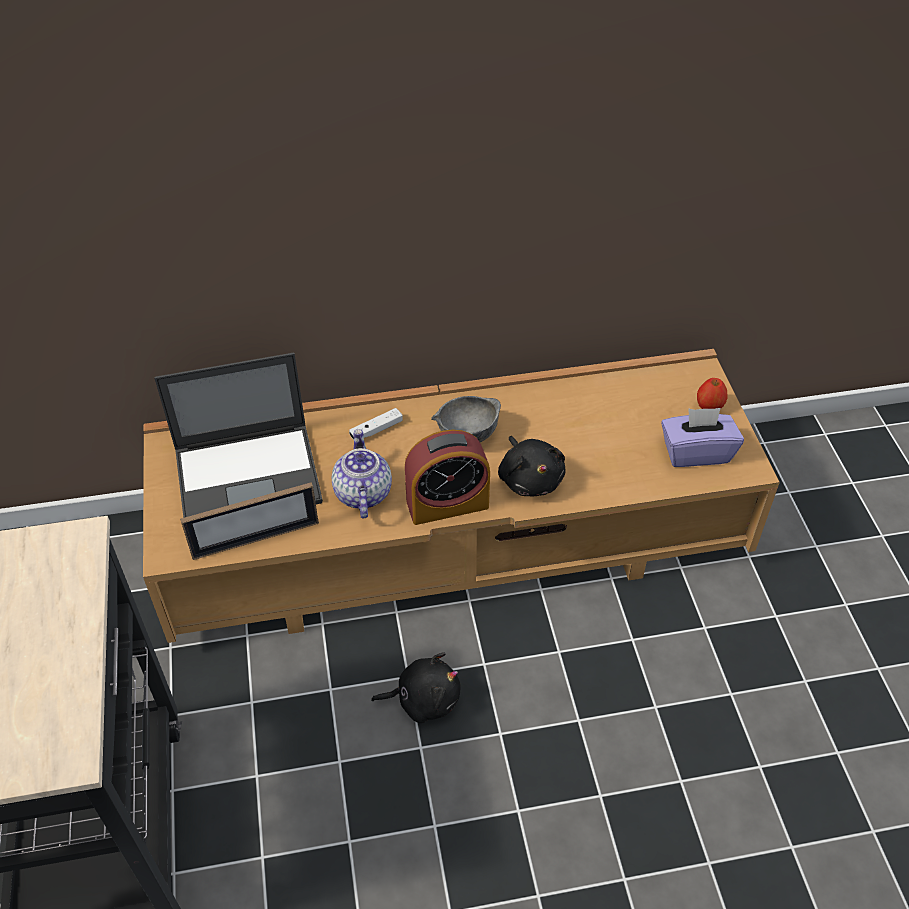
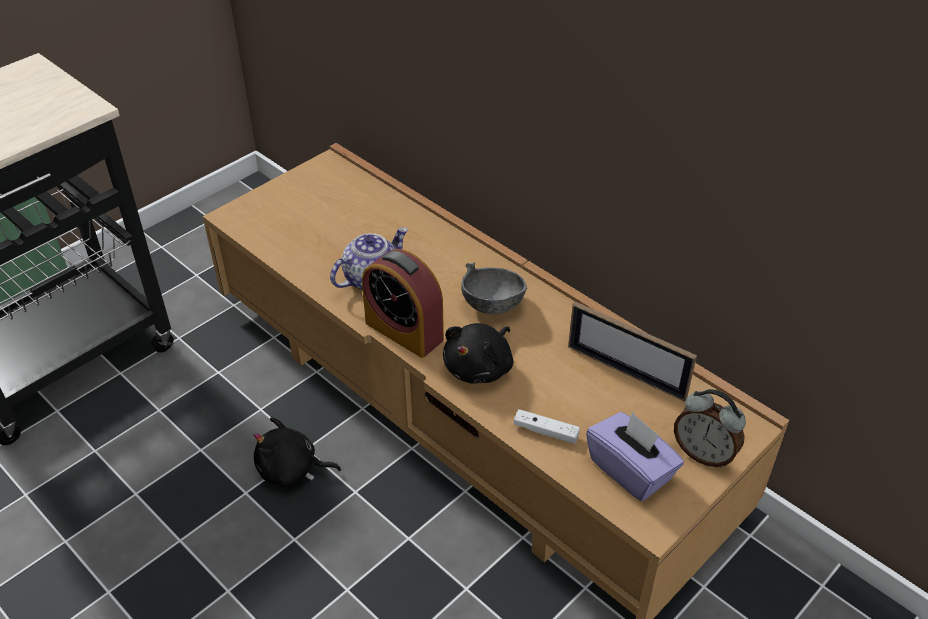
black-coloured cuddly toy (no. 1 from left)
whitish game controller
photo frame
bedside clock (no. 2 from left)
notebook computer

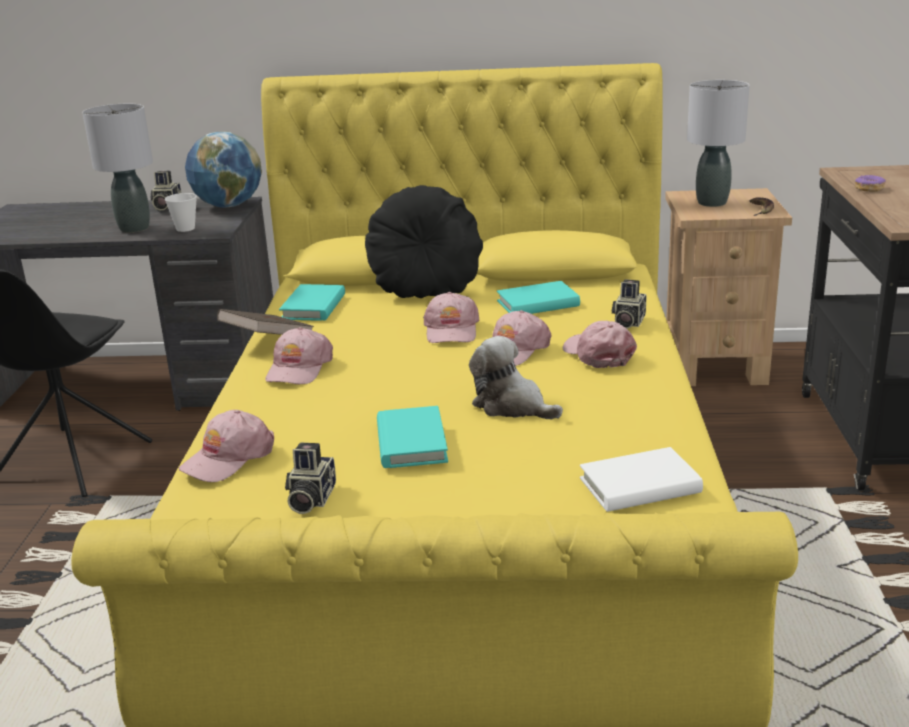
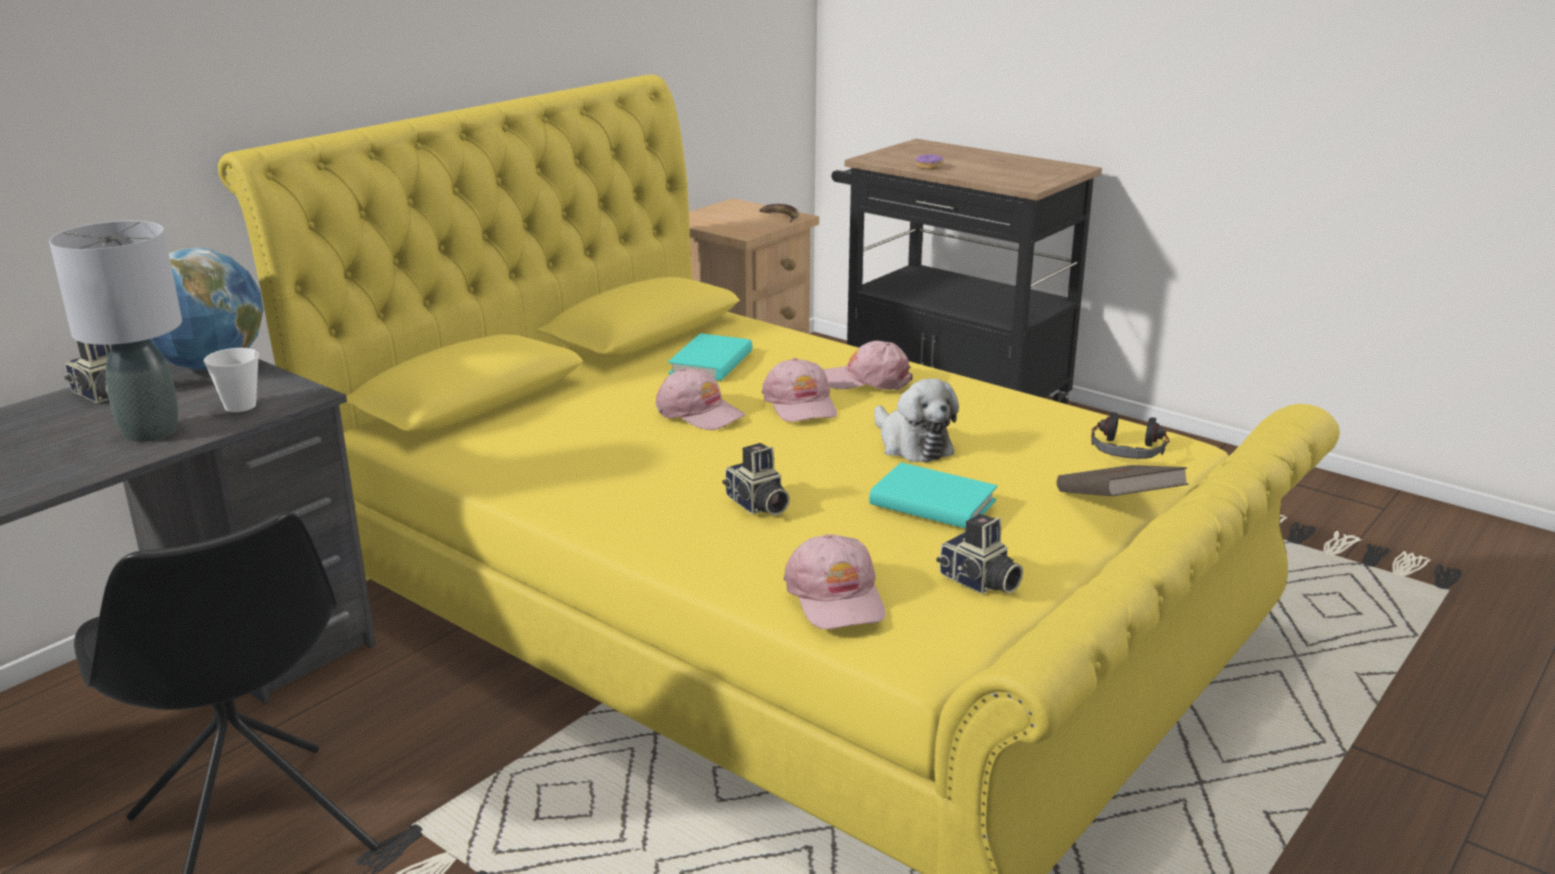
still camera (no. 2 from left)
cuddly toy
brown-coloured book
headphones
pink peaked cap (no. 2 from left in the first image)
turquoise-coloured book (no. 1 from left in the first image)
black-coloured throw pillow
grey table lamp (no. 2 from left in the first image)

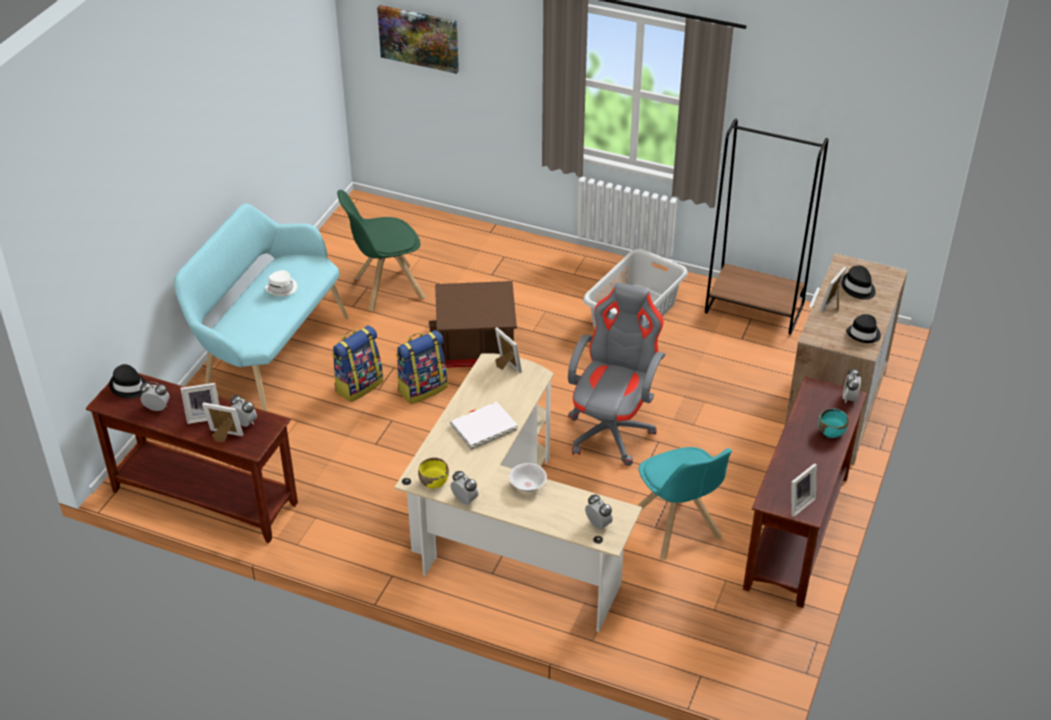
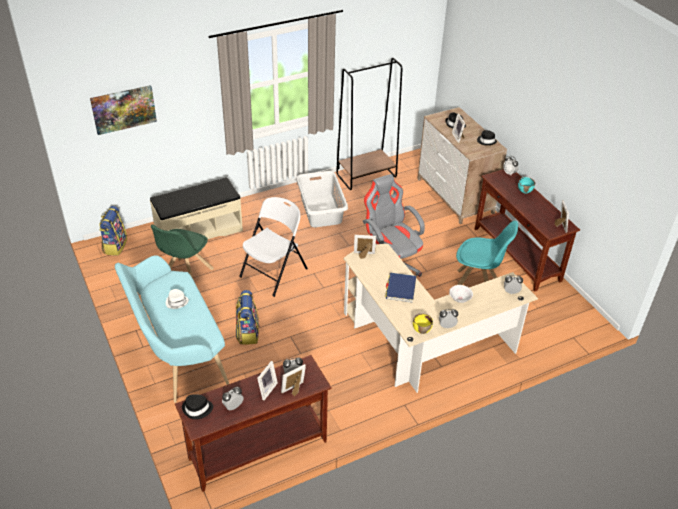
rucksack (no. 1 from left)
beige indoor bench
whitish plain chair
blue-coloured book

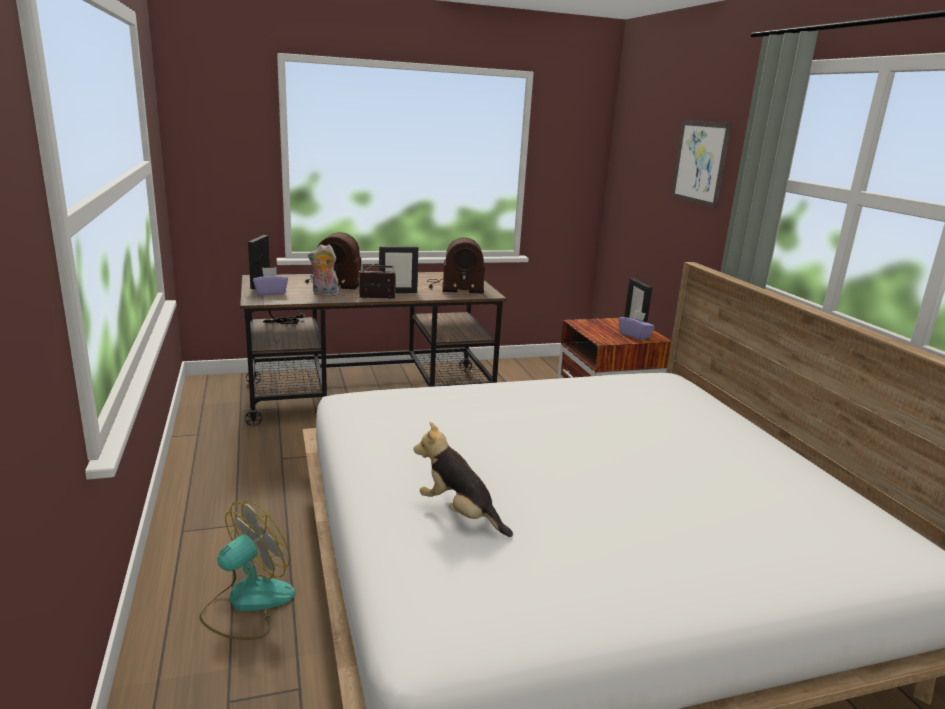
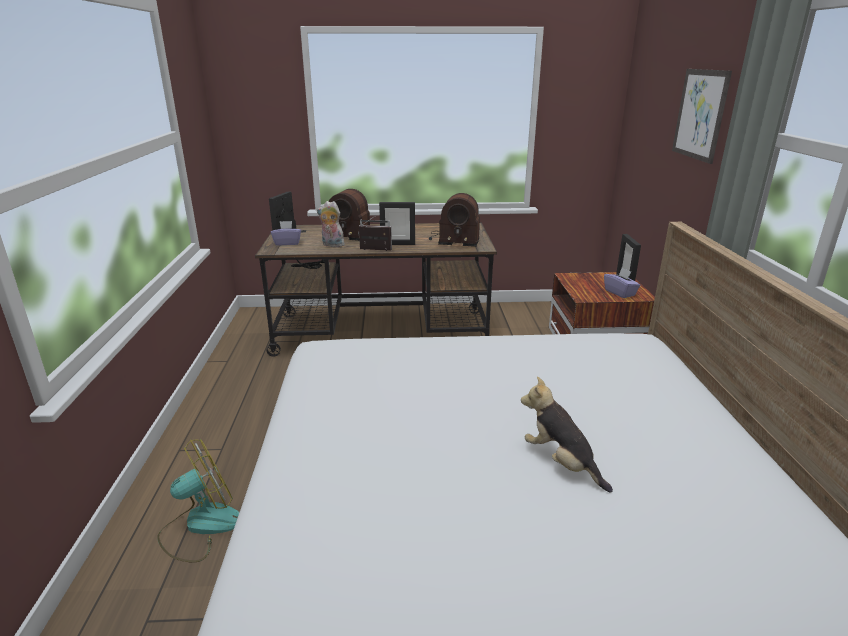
cuddly toy (no. 2 from left)

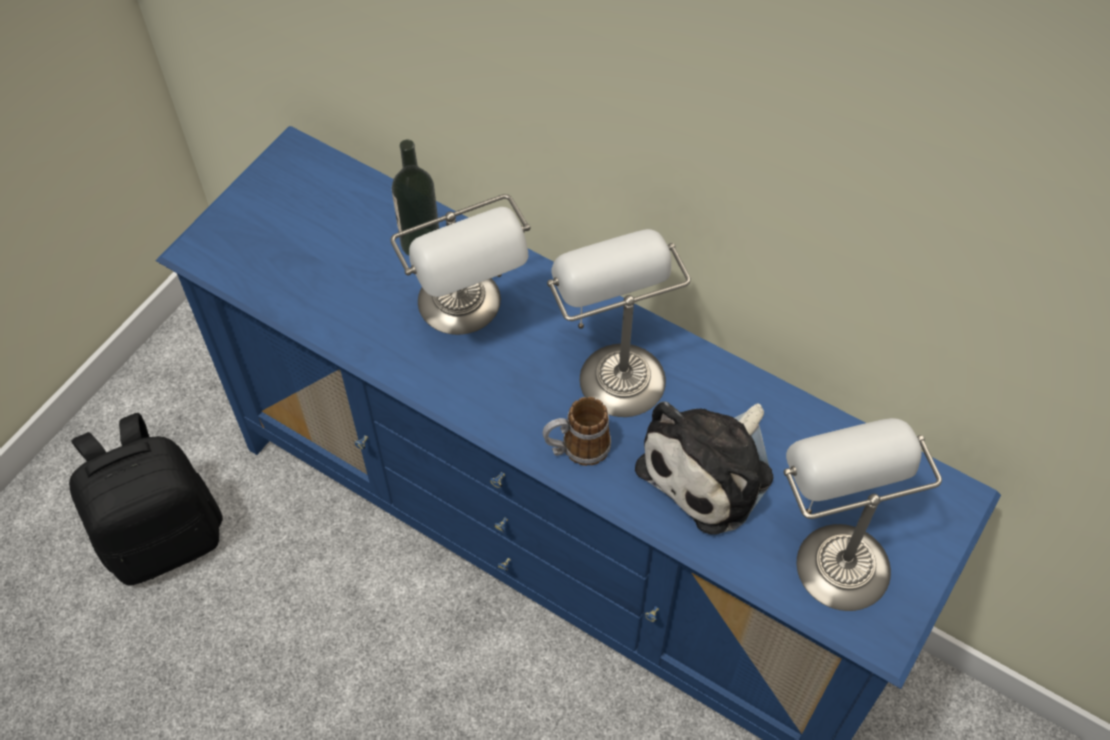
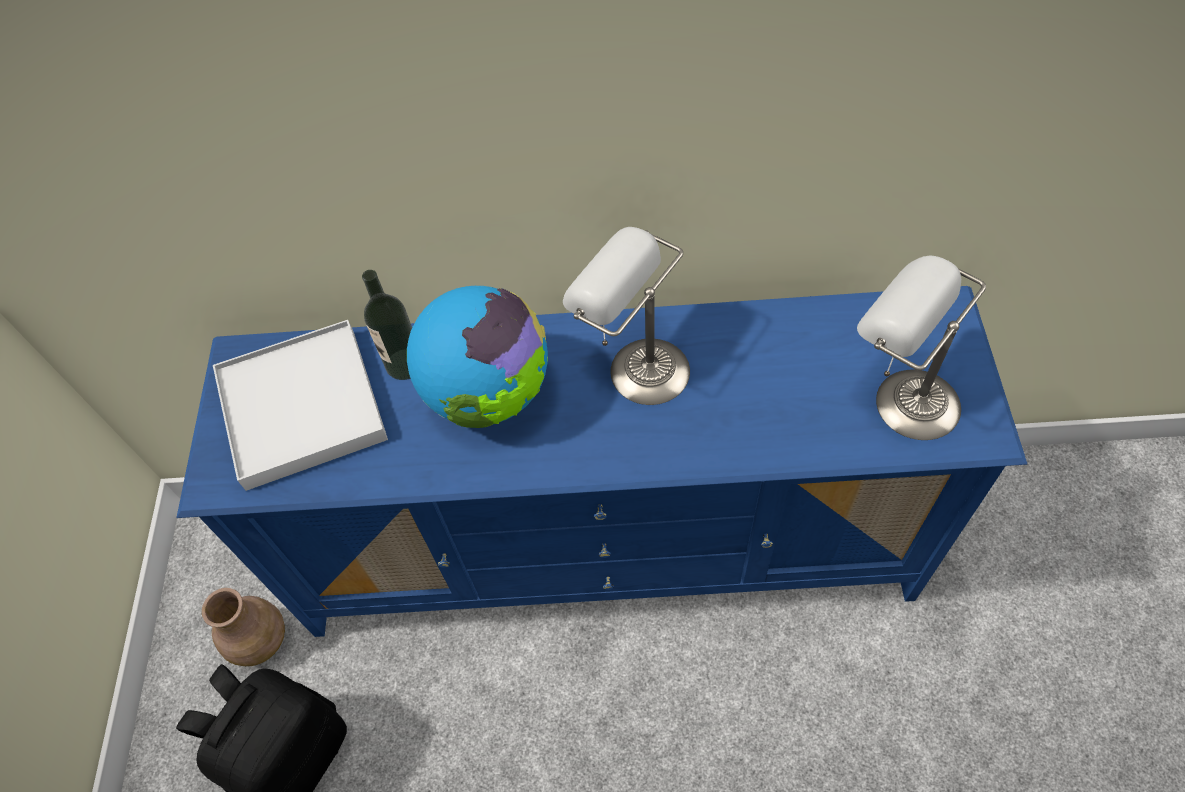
brown-coloured flower vase
whitish tray
desk globe
coffee mug
cuddly toy

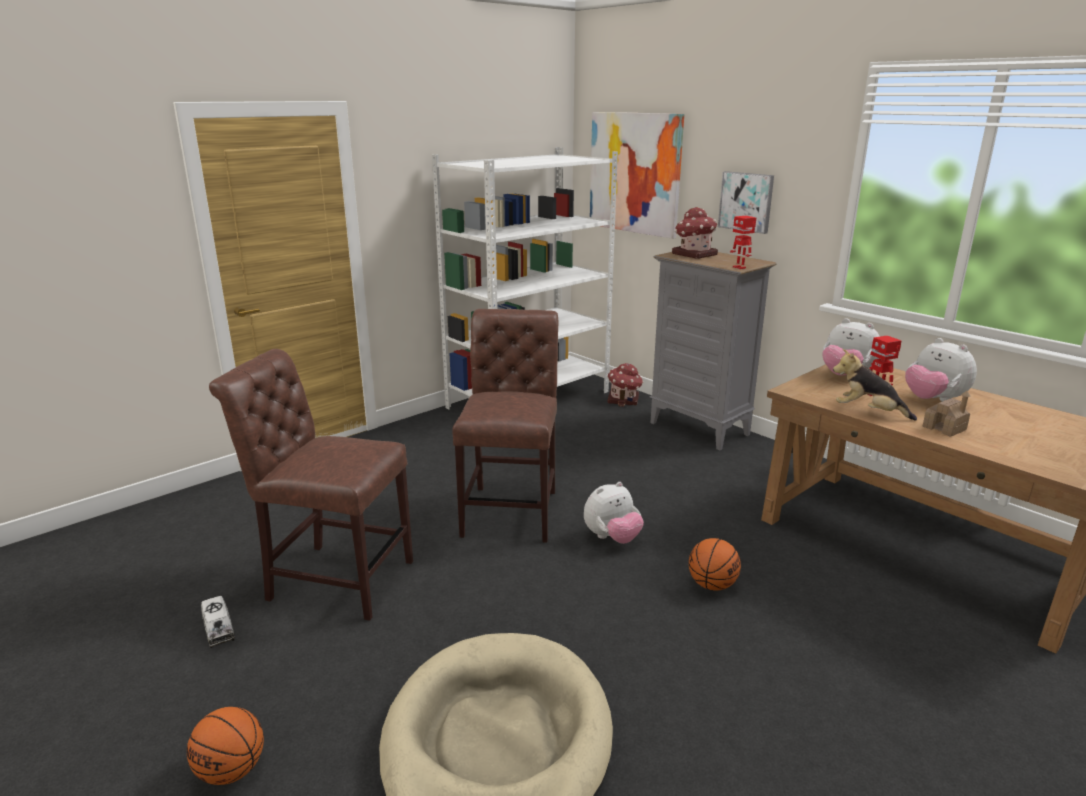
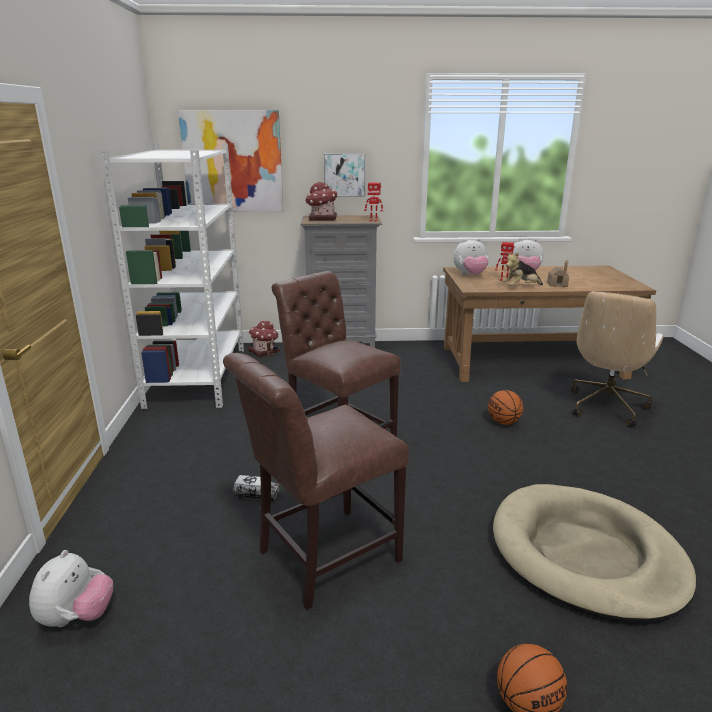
cuddly toy (no. 1 from left)
model truck
whitish desk chair

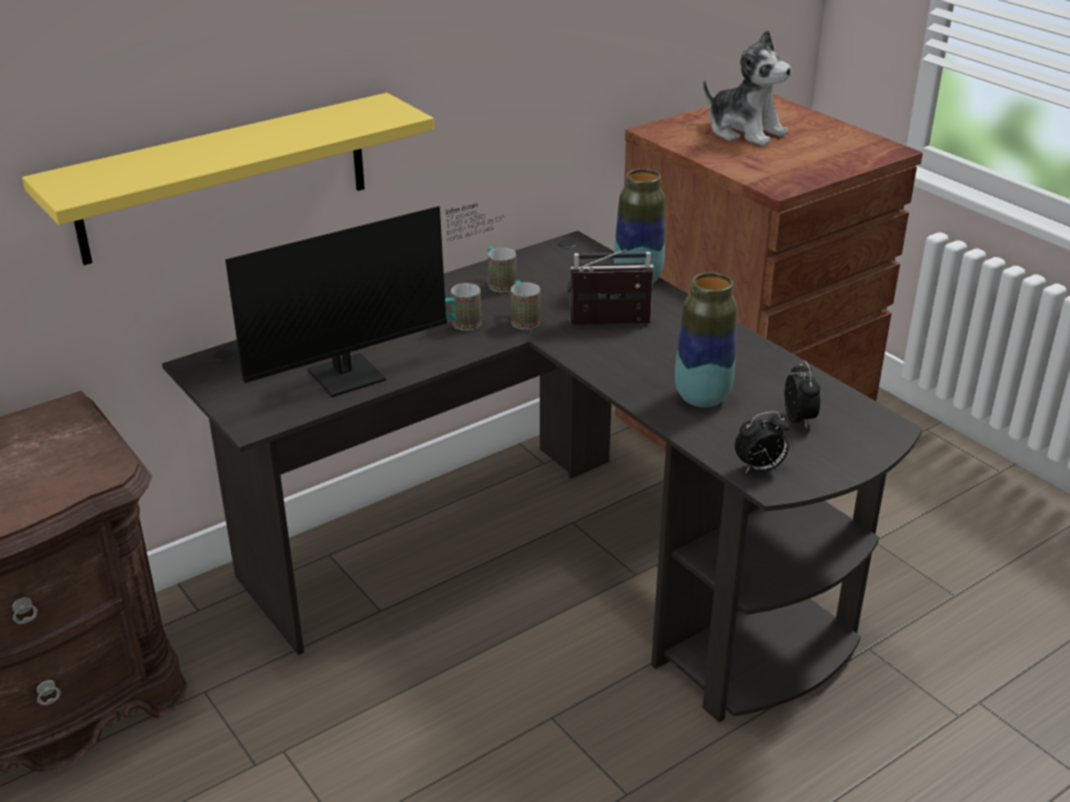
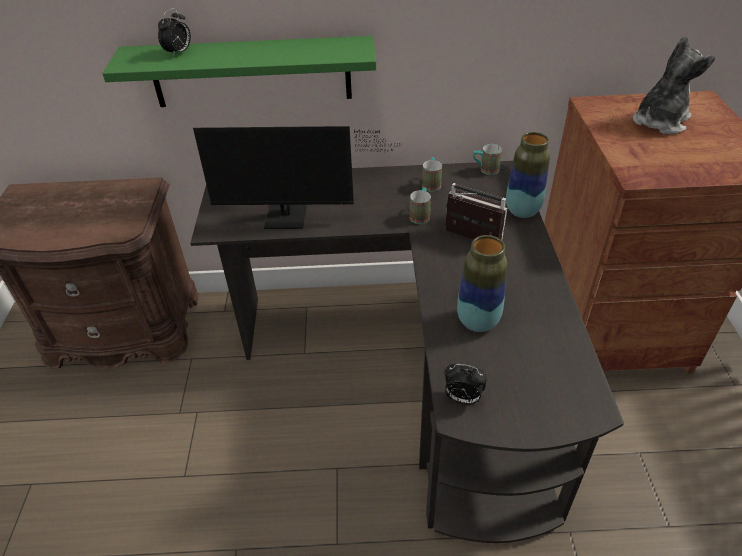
green wall shelf
bedside clock (no. 1 from left)
coffee mug (no. 3 from left)
cuddly toy

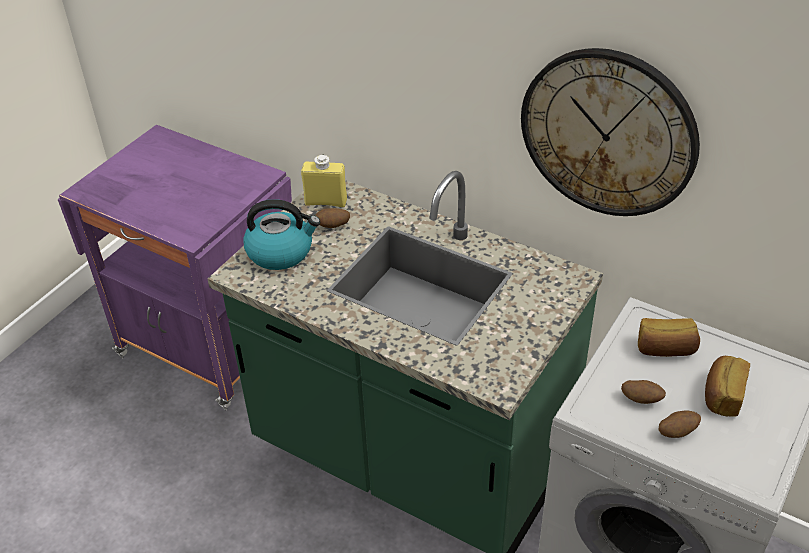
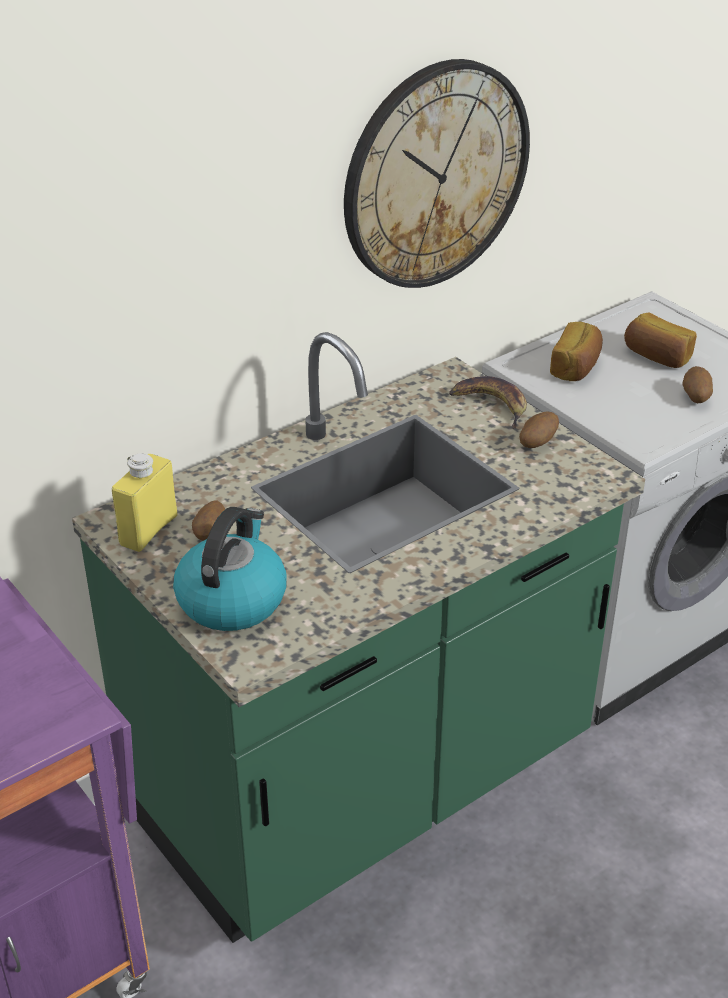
whole banana
potato (no. 2 from left)

